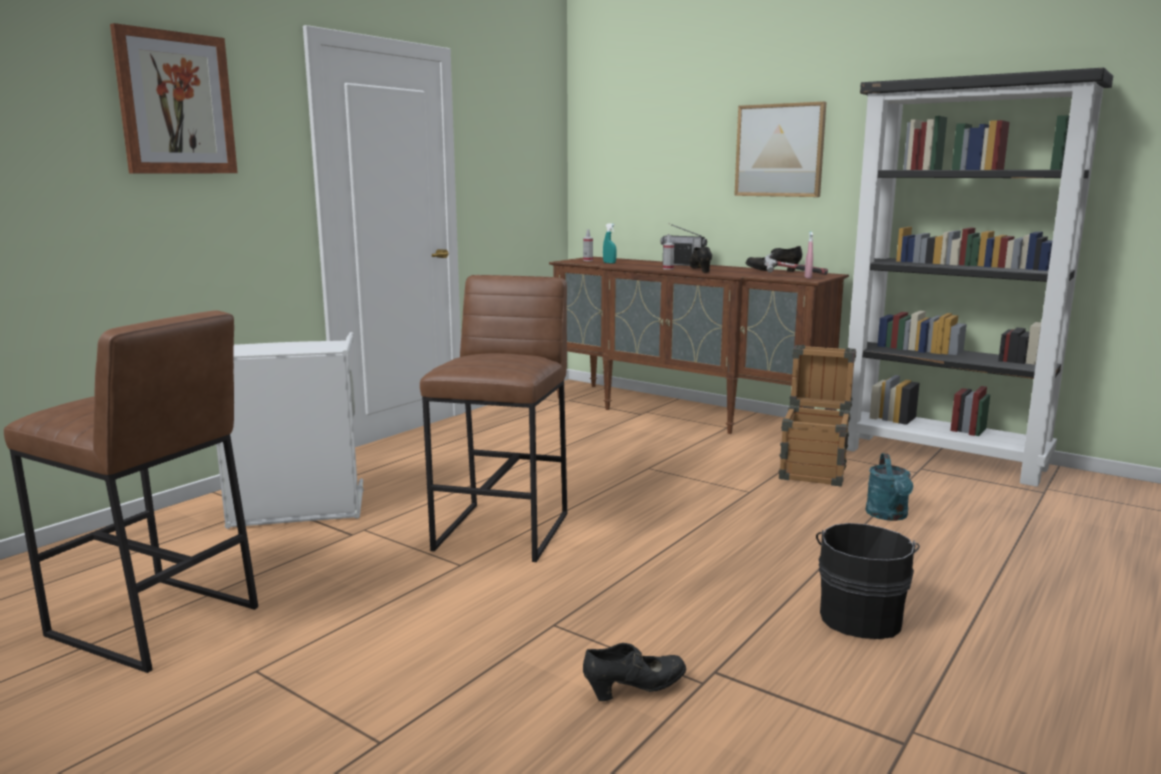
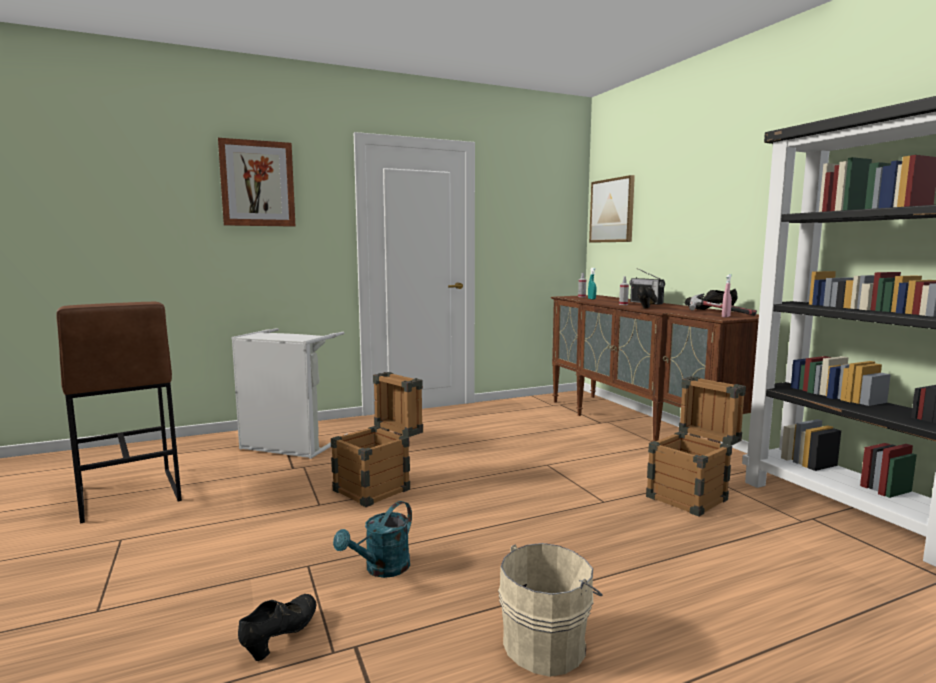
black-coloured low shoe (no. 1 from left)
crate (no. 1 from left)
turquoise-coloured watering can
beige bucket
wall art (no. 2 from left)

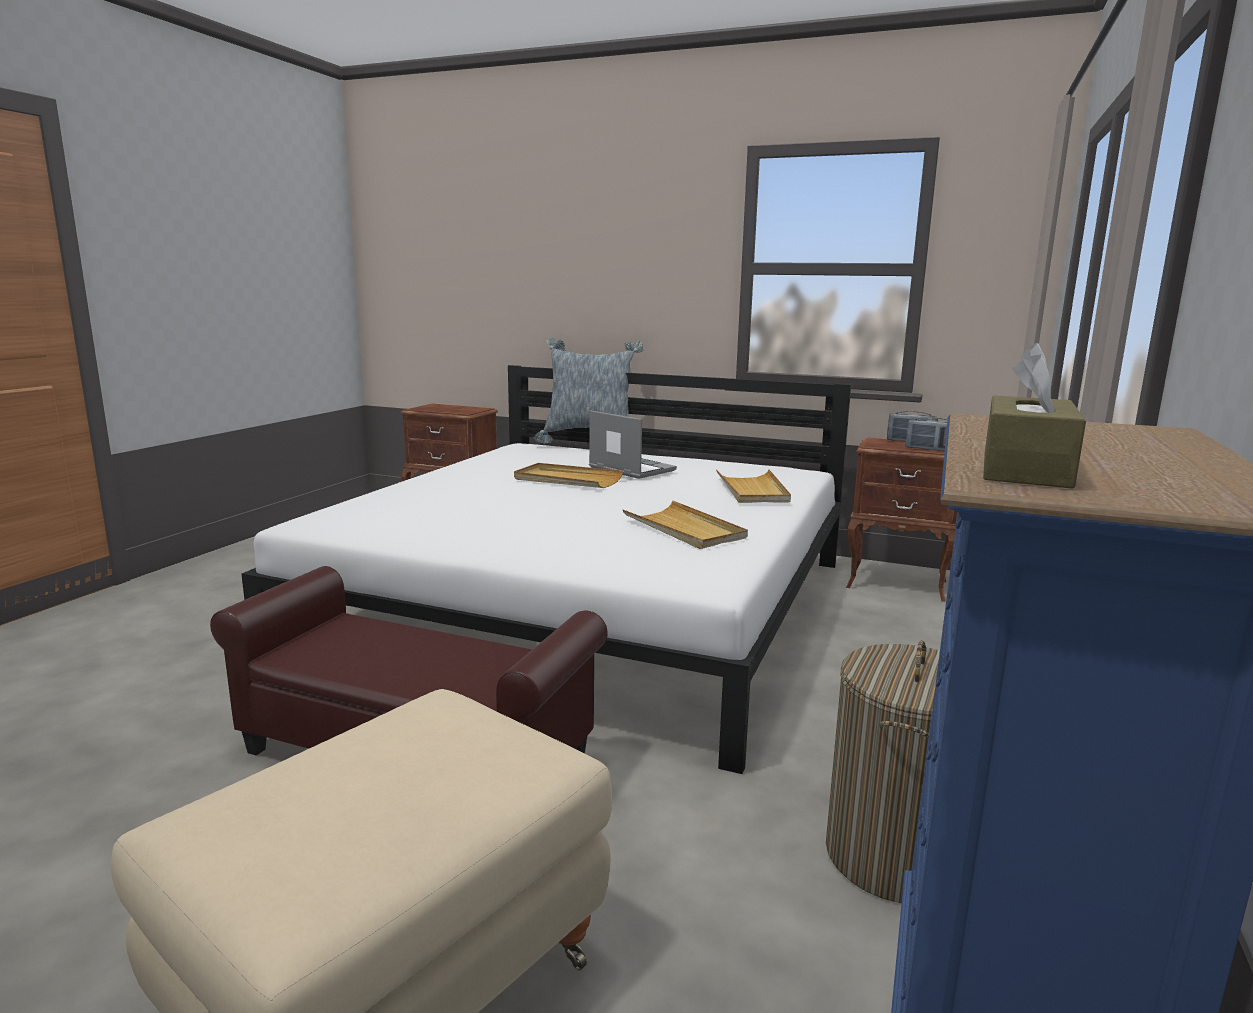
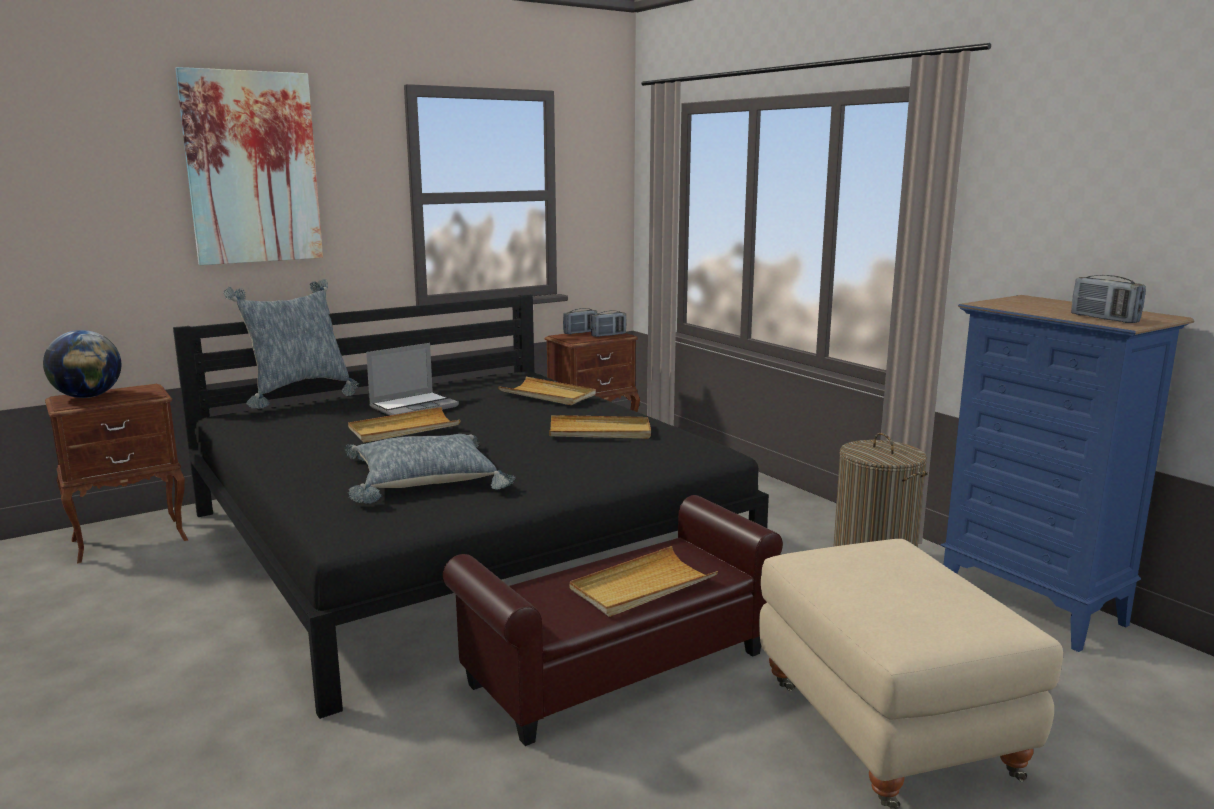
desk globe
black-coloured bed
wall art
throw pillow (no. 2 from left)
notebook computer
beige tray (no. 4 from left)
radio receiver (no. 3 from left)

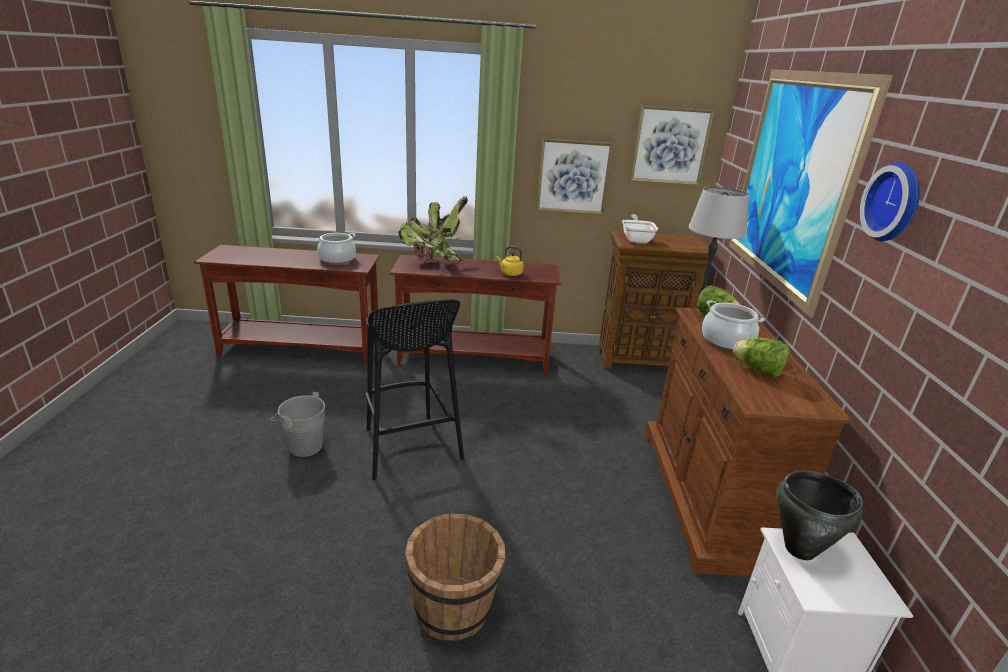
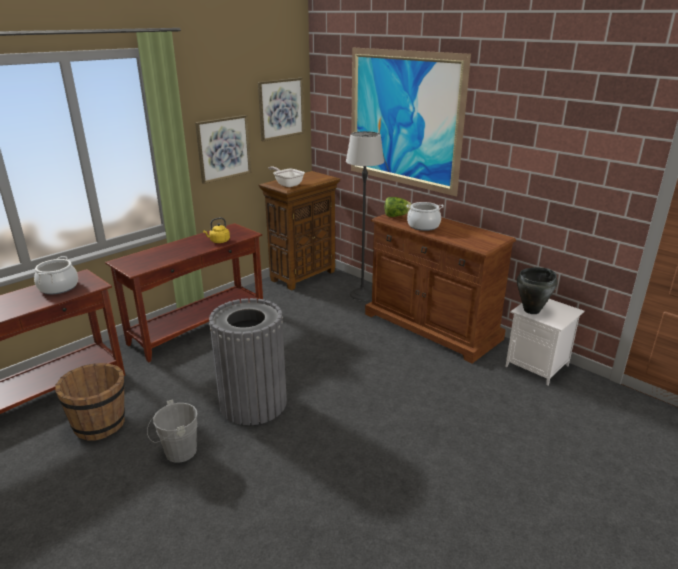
brown-coloured bucket
grey rubbish bin
plant in a pot
lettuce head (no. 2 from left in the first image)
hanging clock

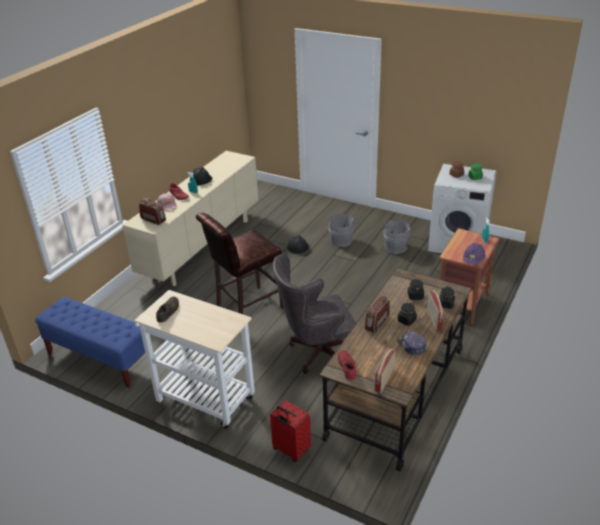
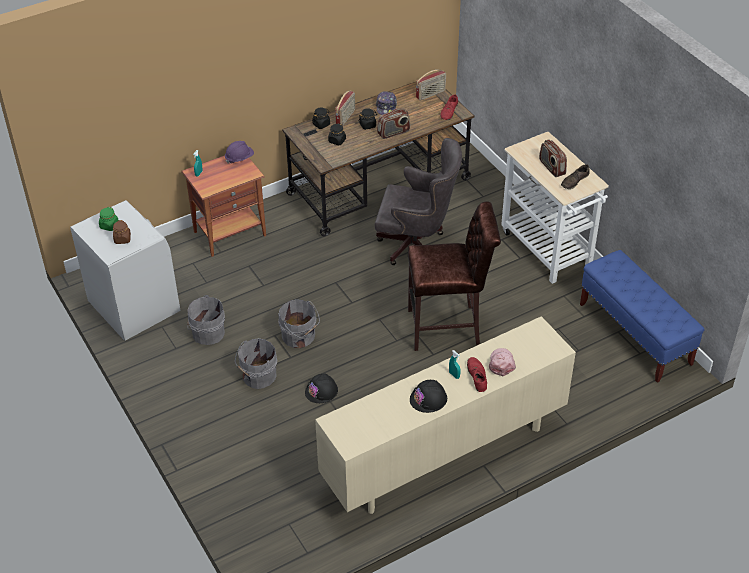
grey bucket (no. 3 from left)
radio receiver (no. 4 from left)
red suitcase

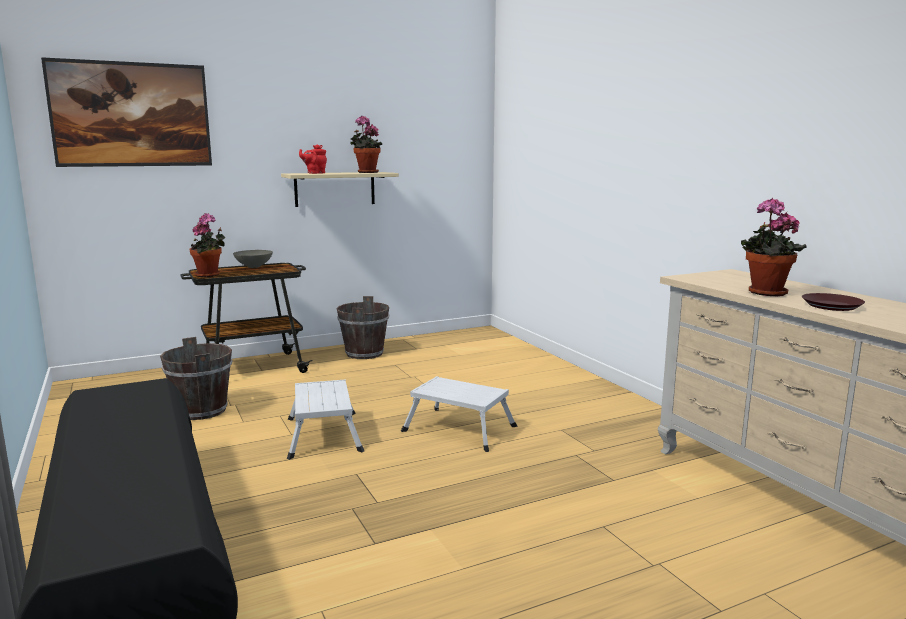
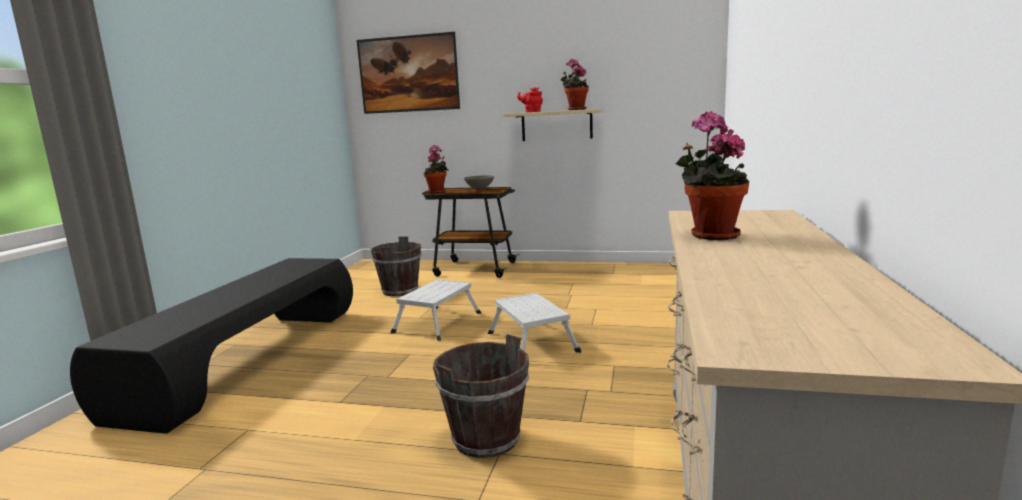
brown-coloured bucket (no. 2 from left)
brown-coloured dinner plate

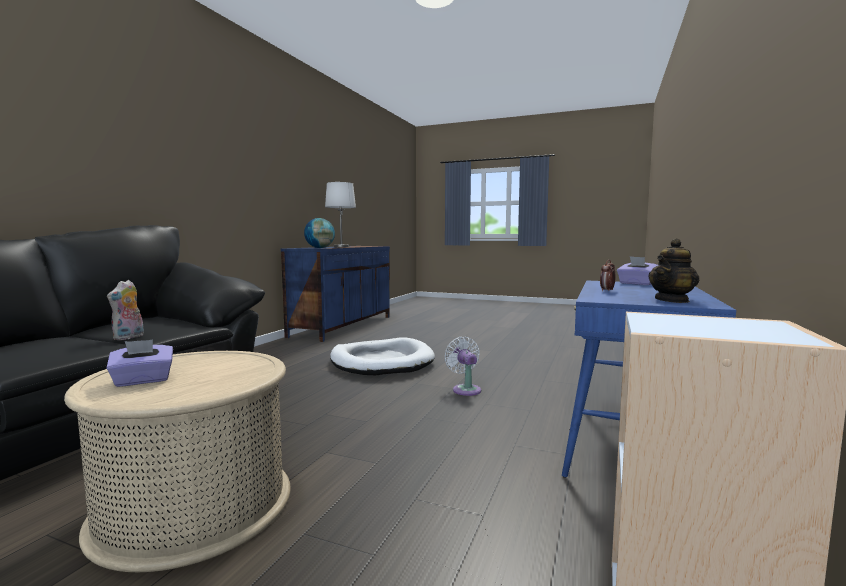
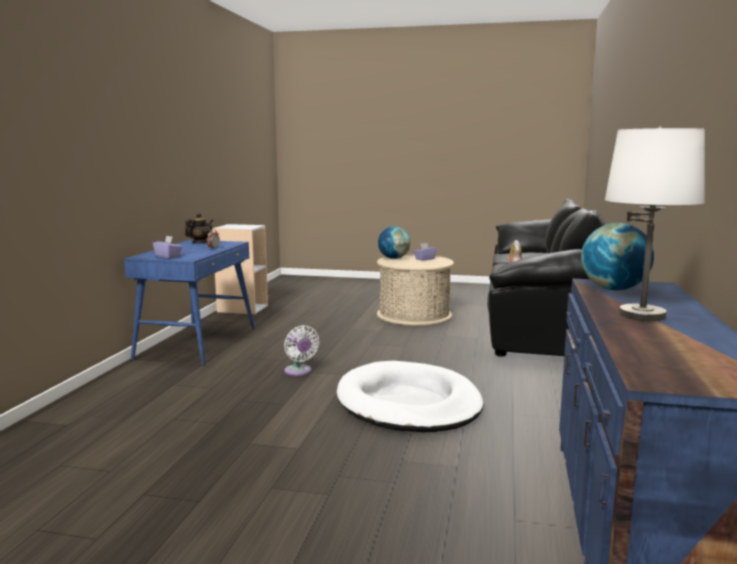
desk globe (no. 1 from left)

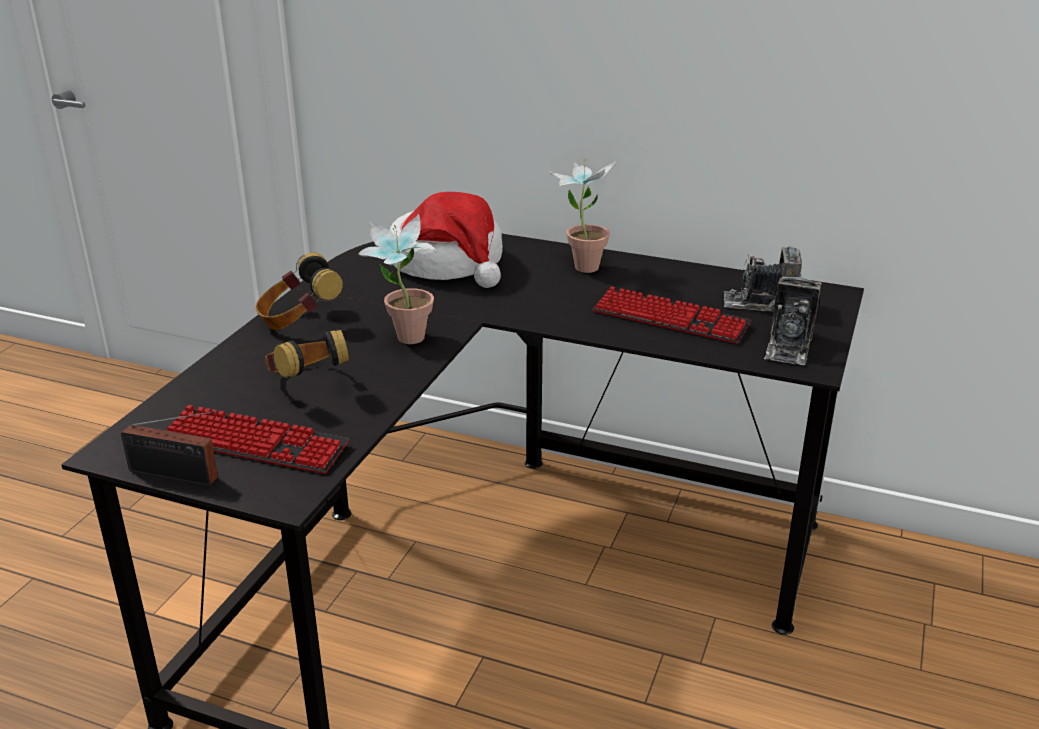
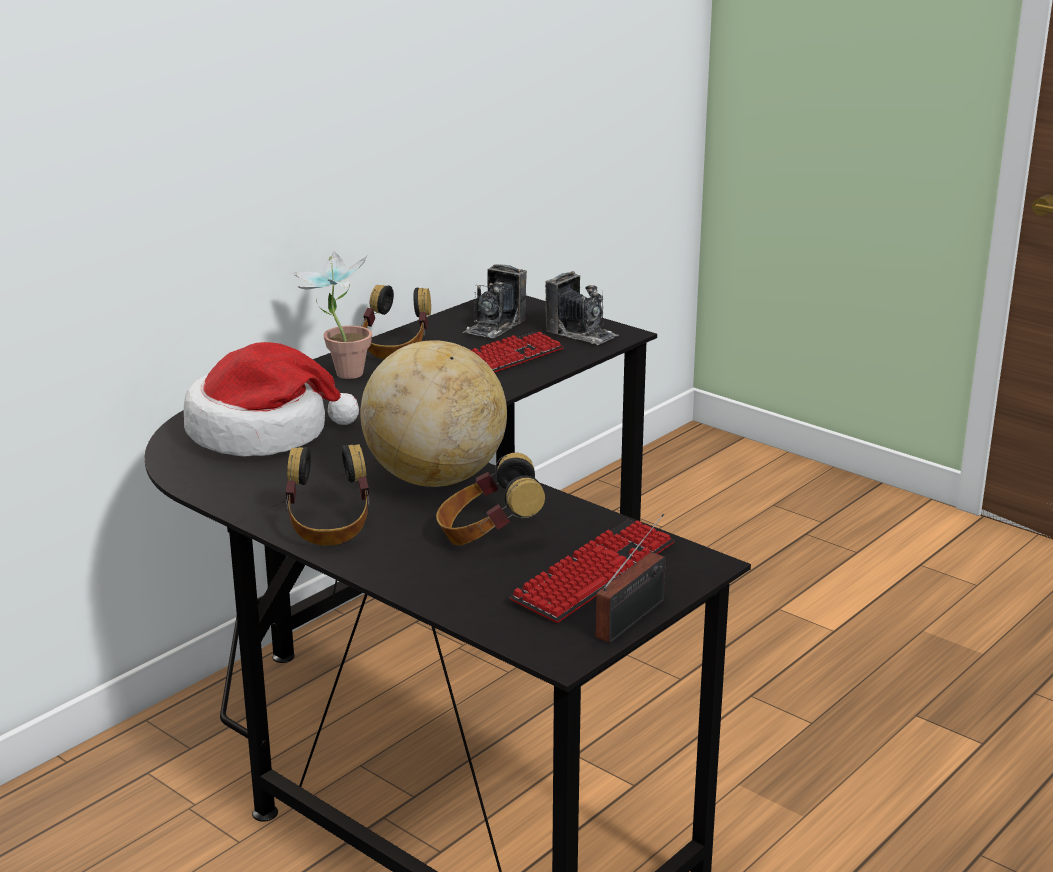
desk globe
headphones (no. 2 from left)

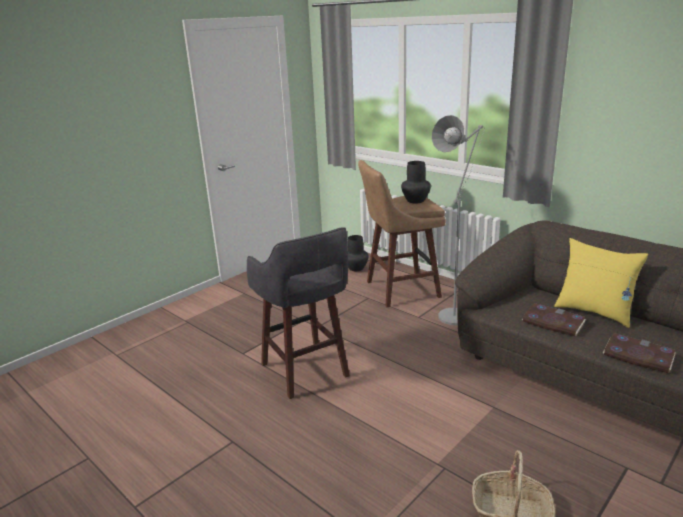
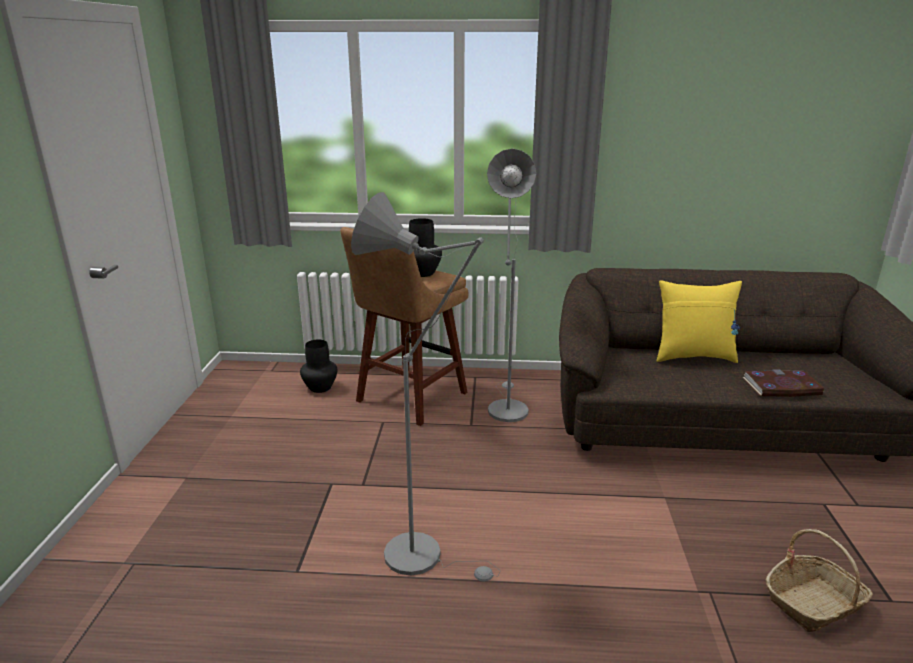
grey standard lamp (no. 1 from left)
book (no. 1 from left in the first image)

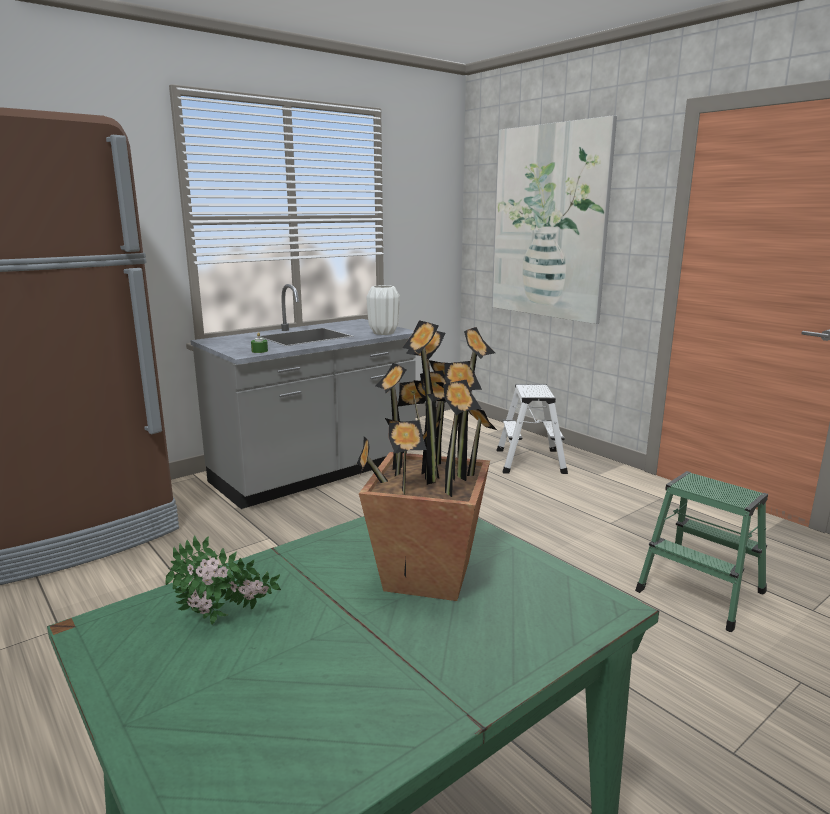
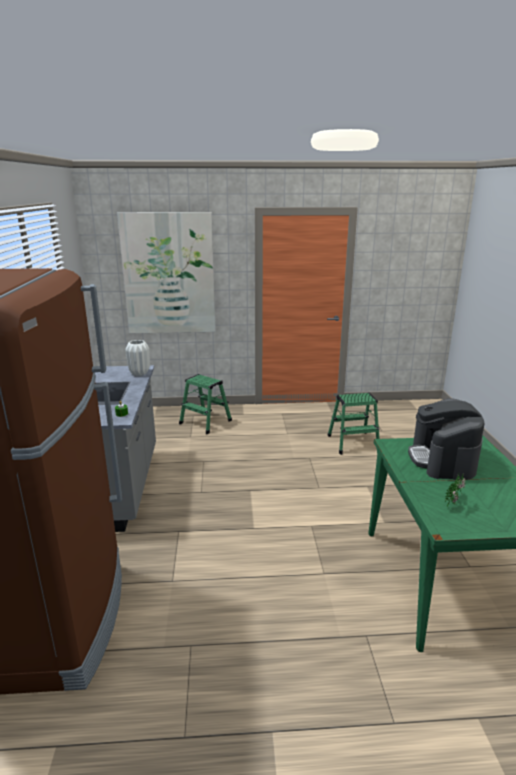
green step stool (no. 1 from left)
coffee machine

